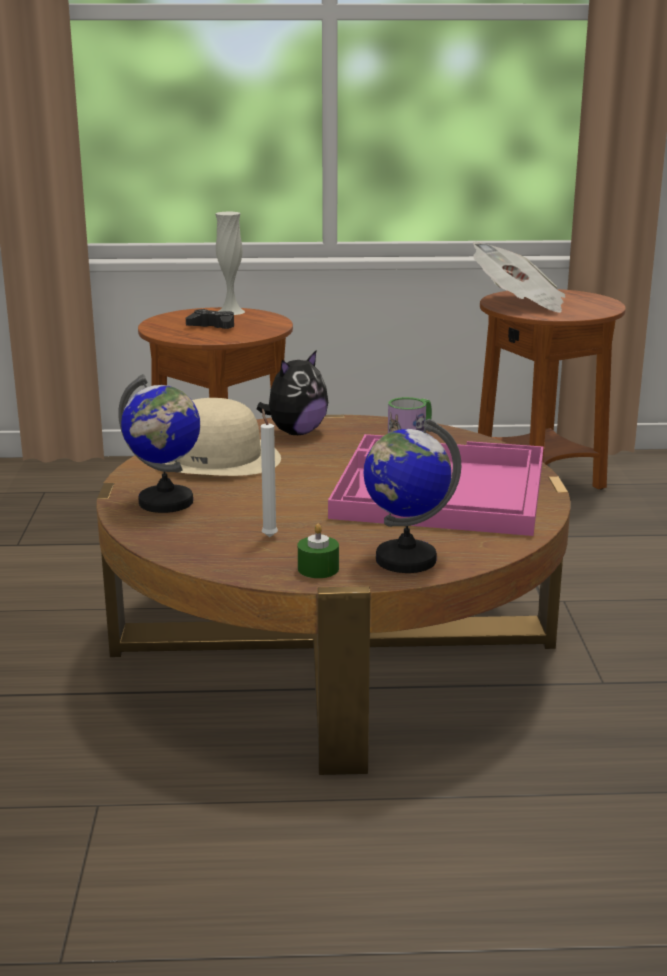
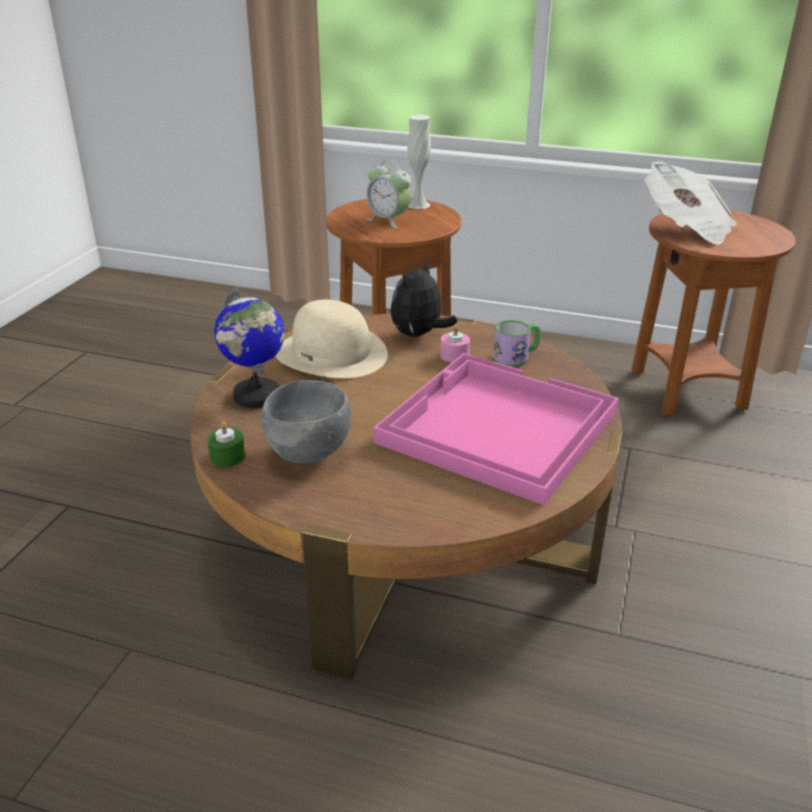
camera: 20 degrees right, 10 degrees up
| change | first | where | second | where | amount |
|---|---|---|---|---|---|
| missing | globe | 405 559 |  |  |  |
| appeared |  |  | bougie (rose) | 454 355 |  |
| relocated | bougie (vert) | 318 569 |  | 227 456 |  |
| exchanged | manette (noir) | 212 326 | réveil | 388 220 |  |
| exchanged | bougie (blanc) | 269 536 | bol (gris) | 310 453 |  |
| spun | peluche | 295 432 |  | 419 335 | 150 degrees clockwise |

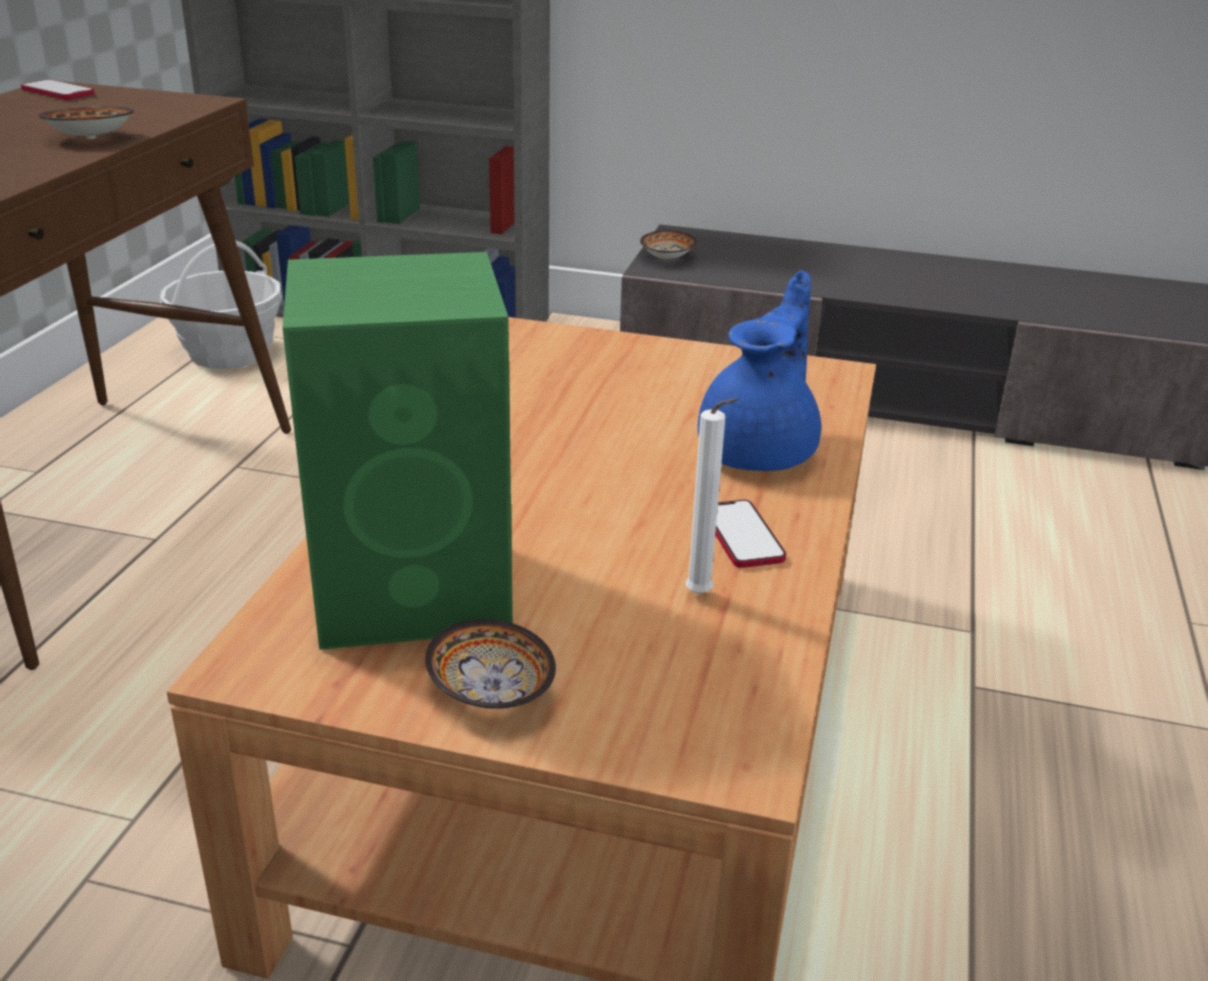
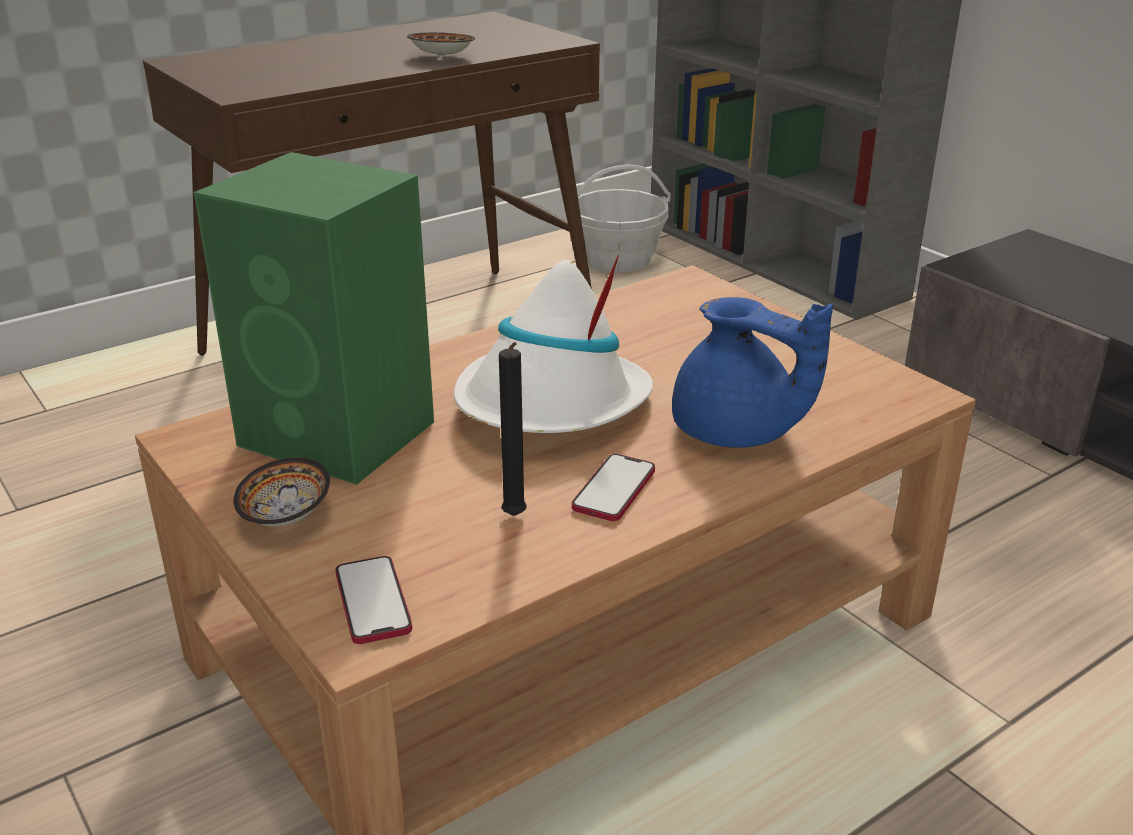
camera: 40 degrees right, 0 degrees up
| change | first | where | second | where | amount |
|---|---|---|---|---|---|
| missing | bol | 667 258 |  |  |  |
| appeared |  |  | chapeau (blanc) | 551 404 |  |
| relocated | téléphone | 58 92 |  | 373 602 |  |
| colour | bougie (blanc) | 702 596 | bougie (noir) | 515 518 |  |
| spun | théière (bleu) | 760 451 |  | 736 433 | 60 degrees clockwise |

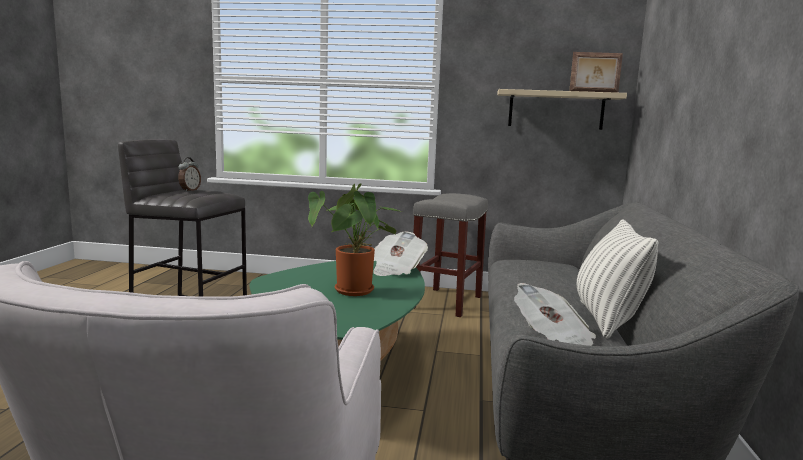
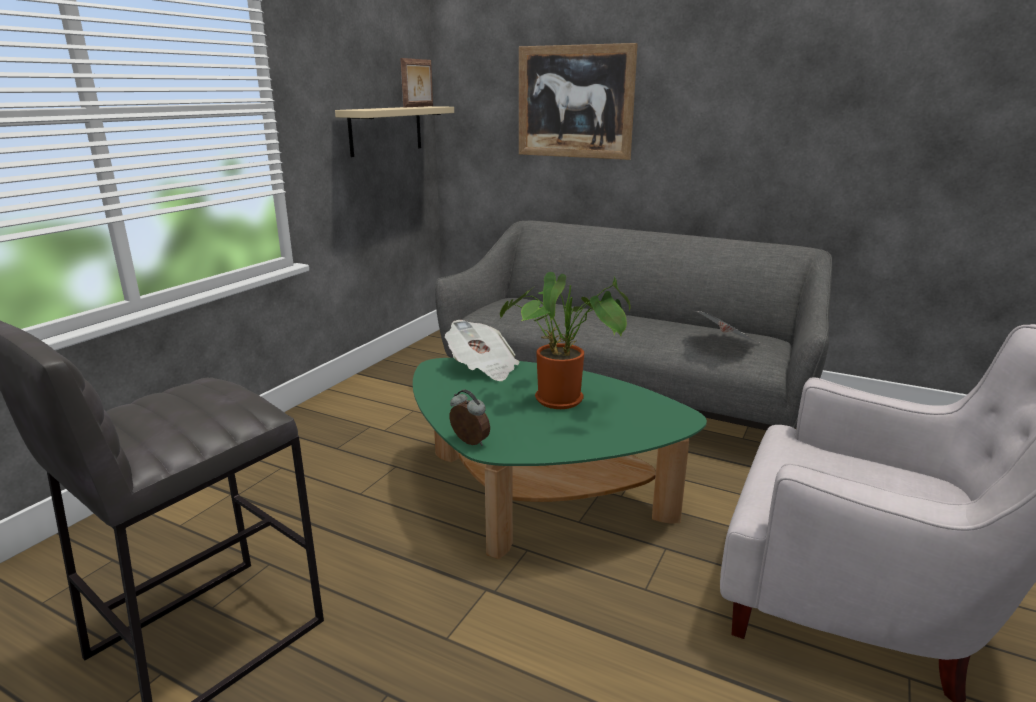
camera: 70 degrees left, 10 degrees up
| change | first | where | second | where | amount |
|---|---|---|---|---|---|
| missing | tabouret (gris) | 446 302 |  |  |  |
| missing | coussin | 607 320 |  |  |  |
| appeared |  |  | tableau | 575 102 |  |
| relocated | réveil | 189 190 |  | 469 443 |  |

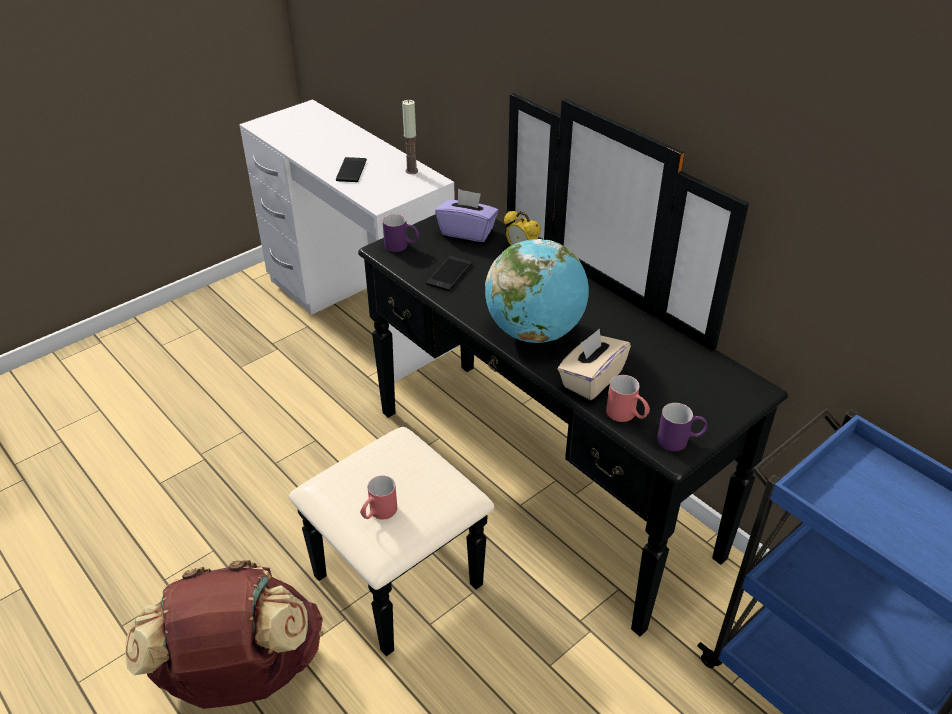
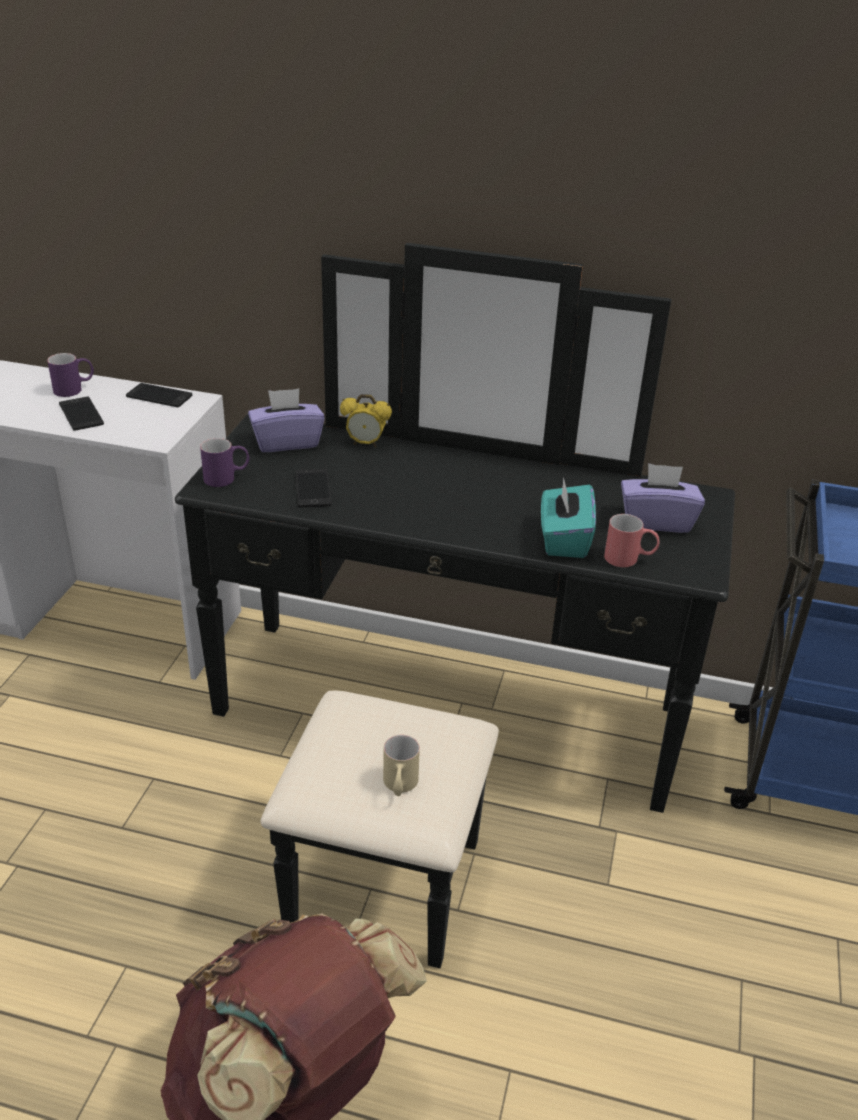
camera: 35 degrees left, 5 degrees down
| change | first | where | second | where | amount |
|---|---|---|---|---|---|
| missing | globe | 535 332 |  |  |  |
| appeared |  |  | boîte à mouchoirs (violet) | 656 521 |  |
| relocated | mug (violet) | 680 441 |  | 75 389 |  |
| exchanged | bougie | 411 171 | téléphone | 159 396 |  |
| colour | mug (rouge) | 378 513 | mug (beige) | 399 787 |  |
| colour | boîte à mouchoirs (beige) | 591 379 | boîte à mouchoirs (turquoise) | 564 539 |  |

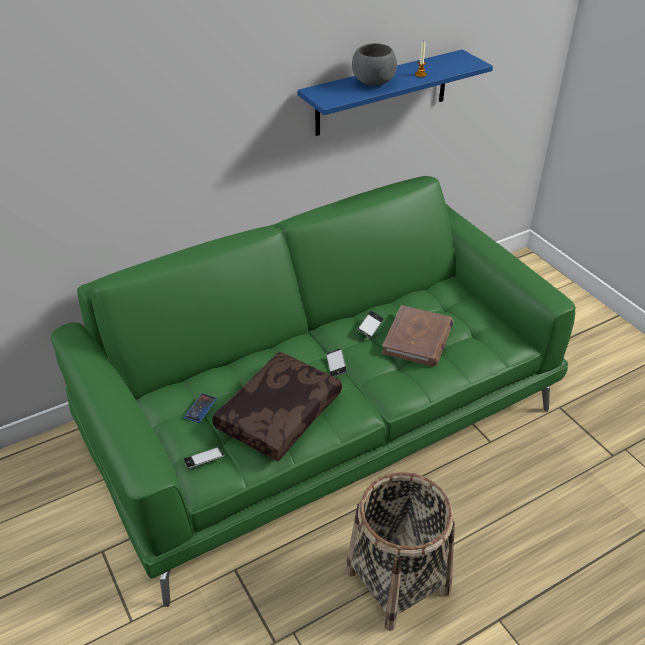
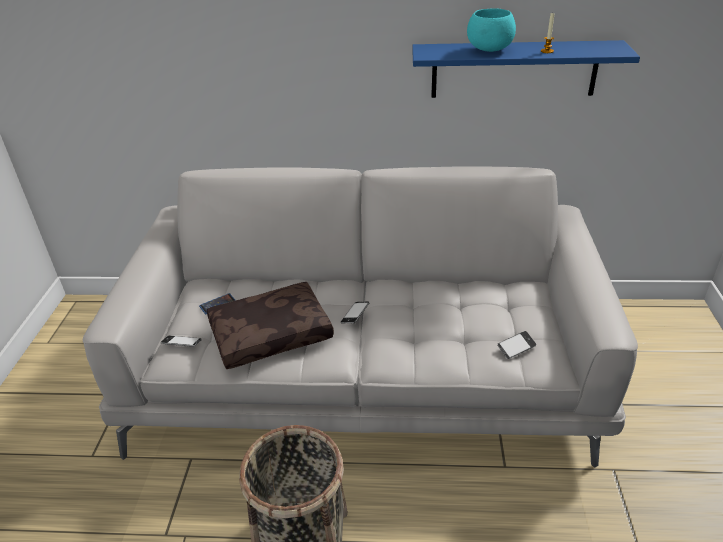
camera: 35 degrees right, 5 degrees down
| change | first | where | second | where | amount |
|---|---|---|---|---|---|
| missing | livre (marron) | 418 339 |  |  |  |
| relocated | téléphone | 370 326 |  | 516 347 |  |
| colour | canapé (vert) | 322 417 | canapé (gris) | 365 371 |  |
| colour | bol (gris) | 373 83 | bol (turquoise) | 489 50 |  |

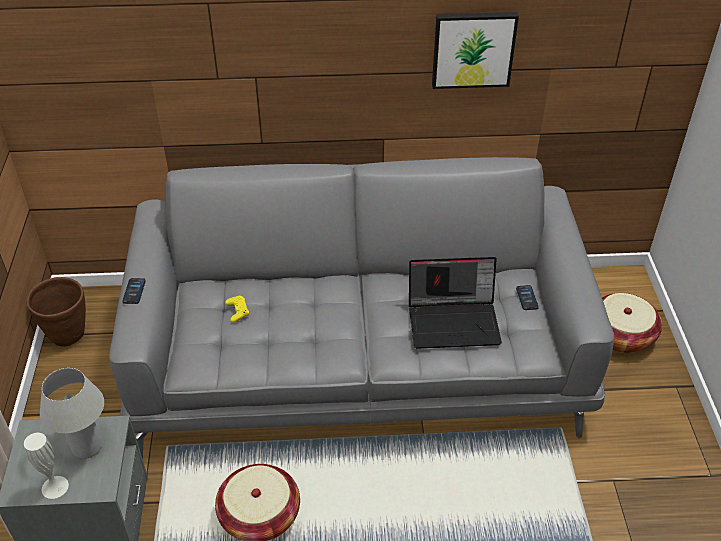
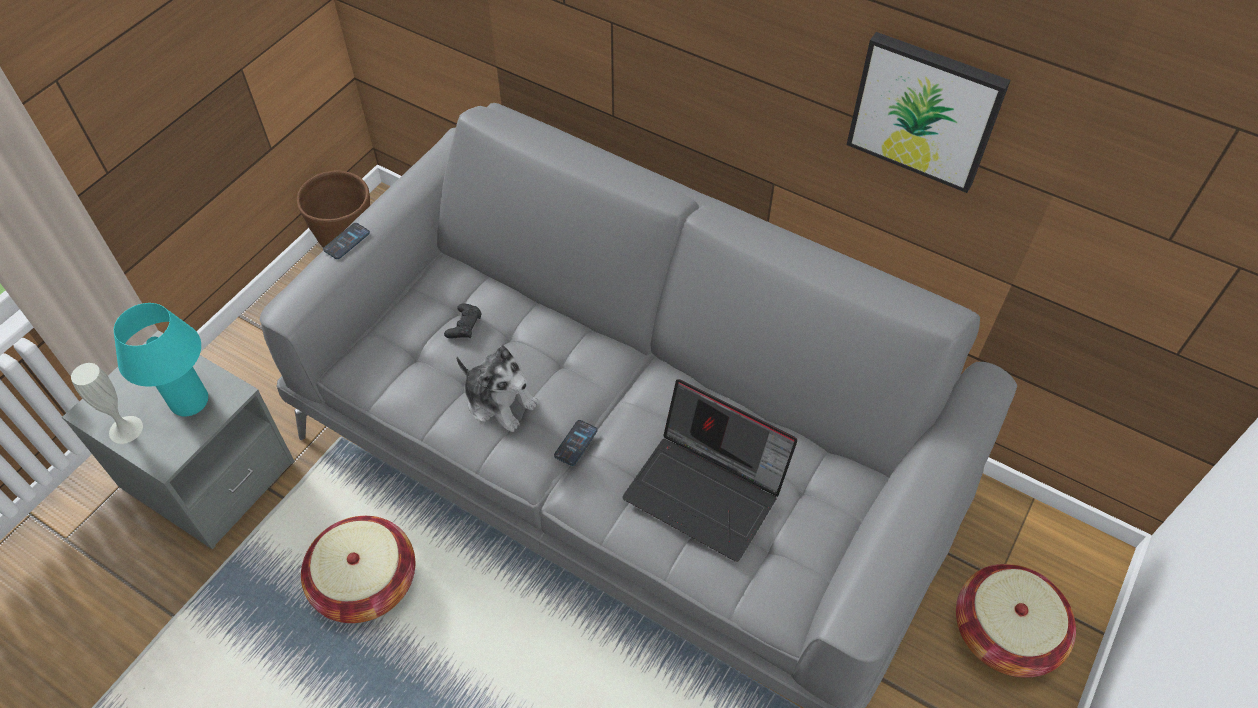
camera: 35 degrees right, 10 degrees up
| change | first | where | second | where | amount |
|---|---|---|---|---|---|
| appeared |  |  | peluche | 499 401 |  |
| relocated | téléphone | 527 298 |  | 576 443 |  |
| colour | lampe de table (blanc) | 87 447 | lampe de table (turquoise) | 189 401 |  |
| colour | manette (jaune) | 237 311 | manette (noir) | 464 325 |  |

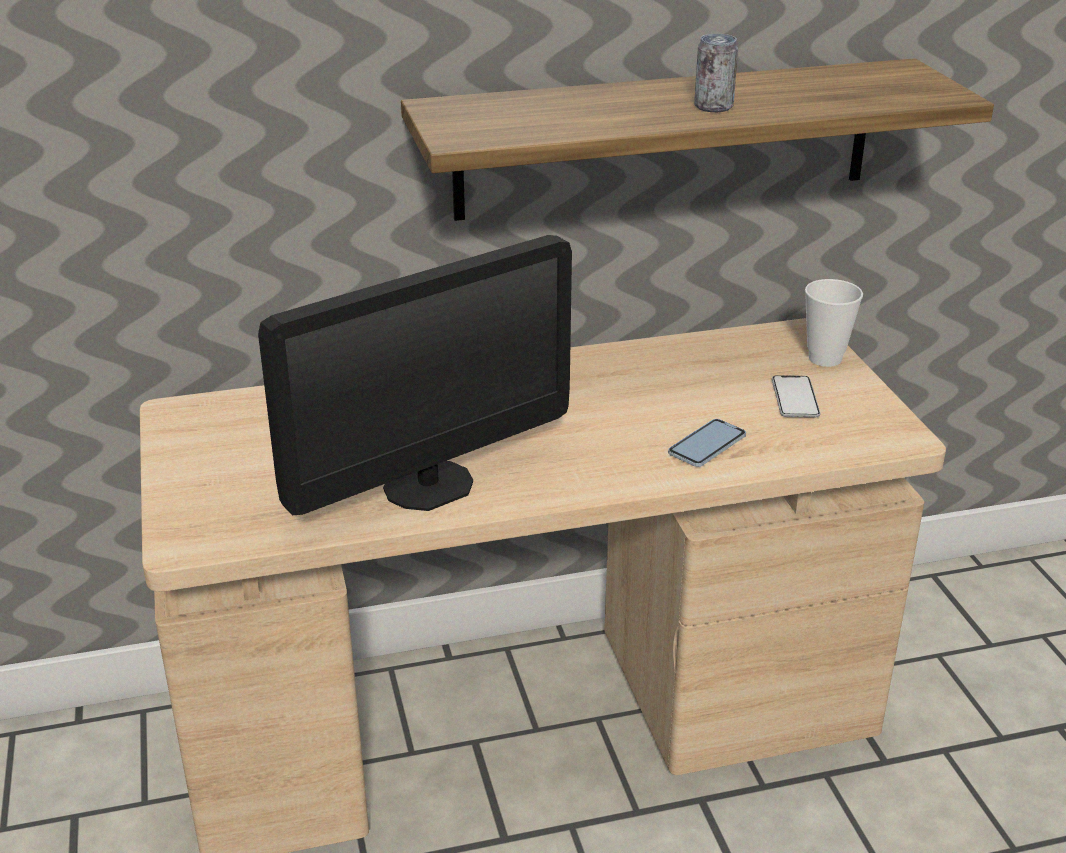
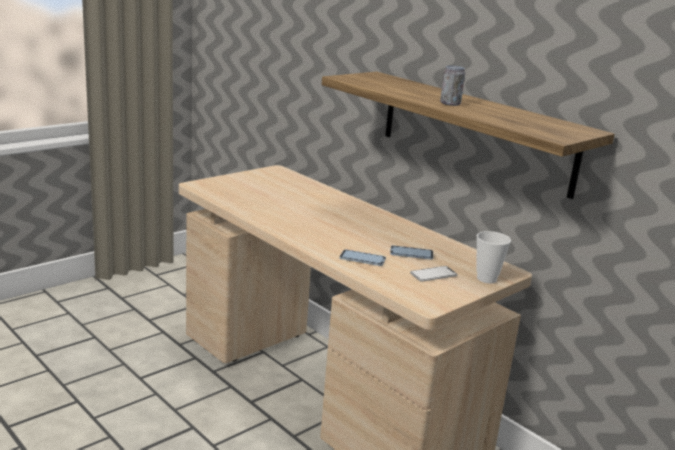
camera: 60 degrees right, 10 degrees down
| change | first | where | second | where | amount |
|---|---|---|---|---|---|
| missing | écran d'ordinateur | 428 485 |  |  |  |
| appeared |  |  | téléphone | 411 254 |  |

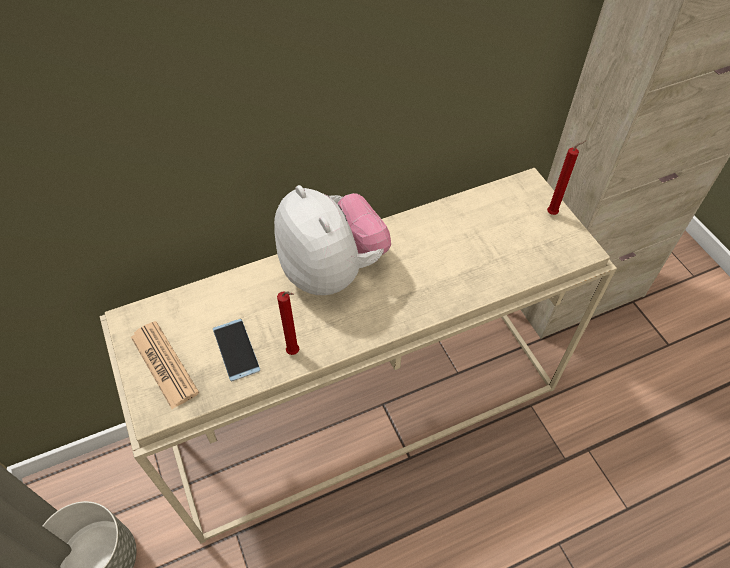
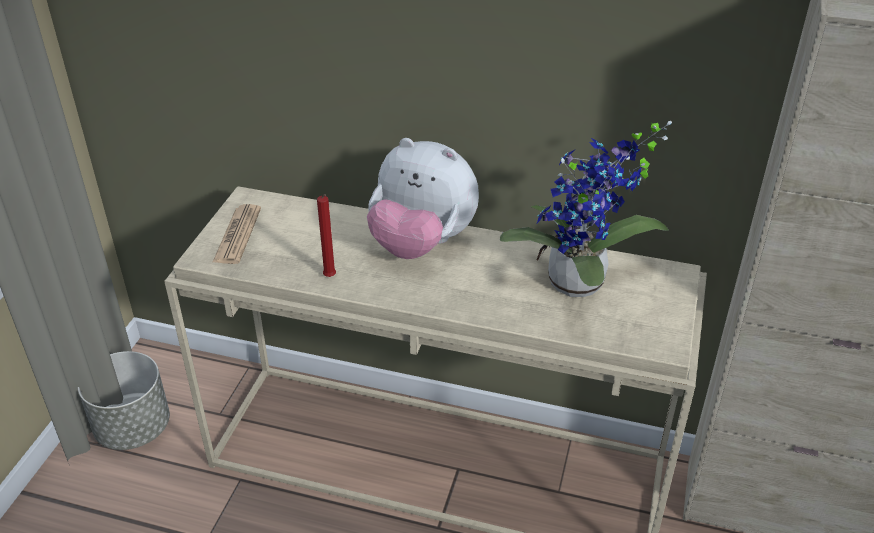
camera: 40 degrees right, 15 degrees down
| change | first | where | second | where | amount |
|---|---|---|---|---|---|
| missing | téléphone | 236 349 |  |  |  |
| missing | bougie (rouge) | 553 213 |  |  |  |
| appeared |  |  | plante en pot | 579 287 |  |
| spun | peluche | 332 270 |  | 421 244 | 105 degrees clockwise |

